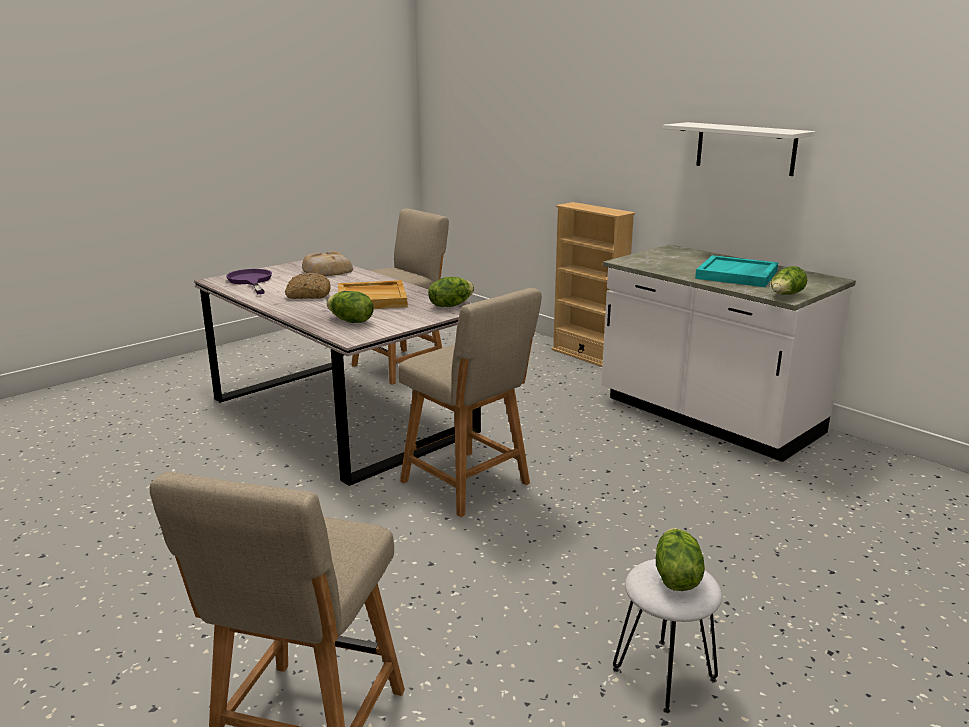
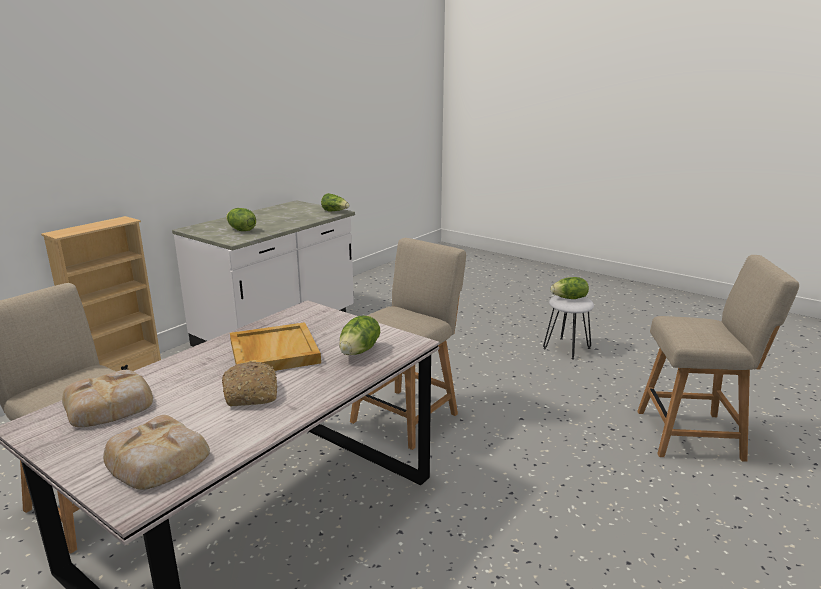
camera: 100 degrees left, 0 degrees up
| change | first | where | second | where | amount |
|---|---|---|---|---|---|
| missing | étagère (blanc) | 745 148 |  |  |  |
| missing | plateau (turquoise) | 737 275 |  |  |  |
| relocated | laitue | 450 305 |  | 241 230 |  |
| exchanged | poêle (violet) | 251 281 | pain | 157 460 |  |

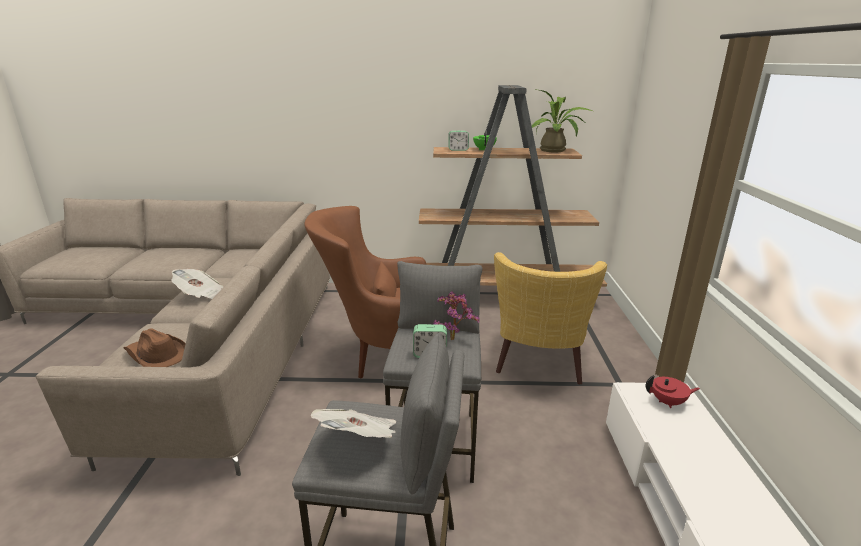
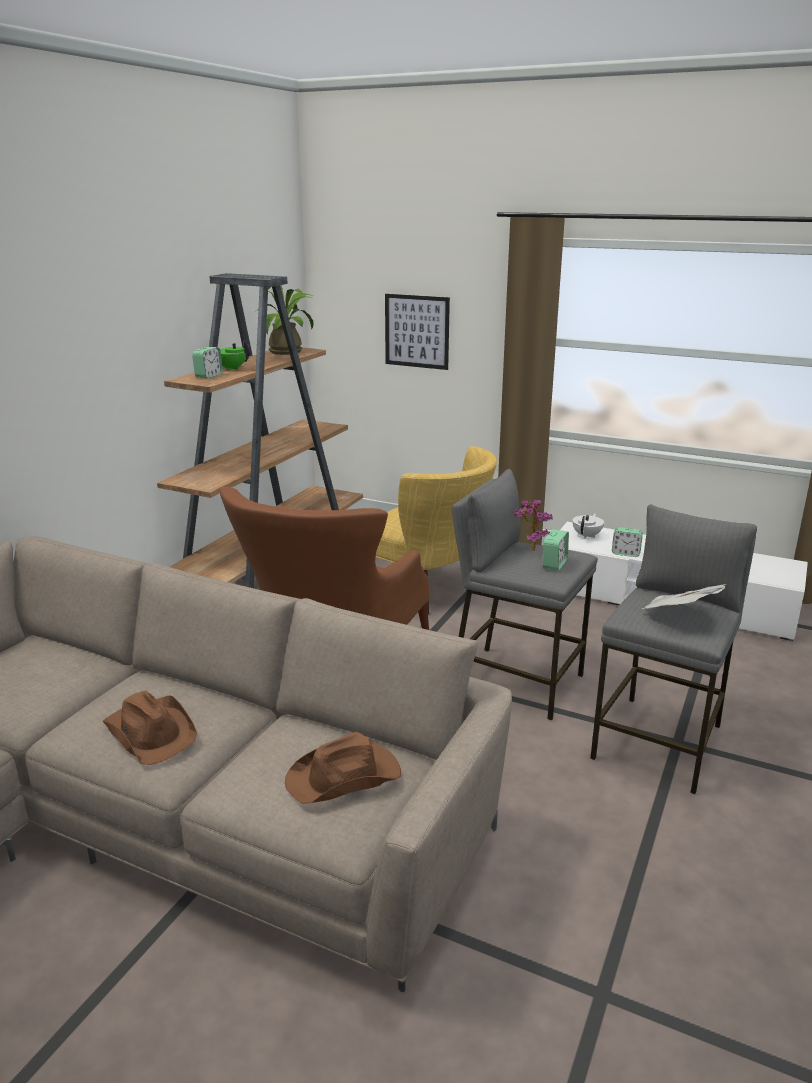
camera: 65 degrees left, 0 degrees up
| change | first | where | second | where | amount |
|---|---|---|---|---|---|
| appeared |  |  | tableau | 417 331 |  |
| appeared |  |  | réveil | 625 553 |  |
| exchanged | journal | 201 295 | chapeau (marron) | 151 731 |  |
| colour | théière (rouge) | 668 402 | théière (blanc) | 587 536 |  |

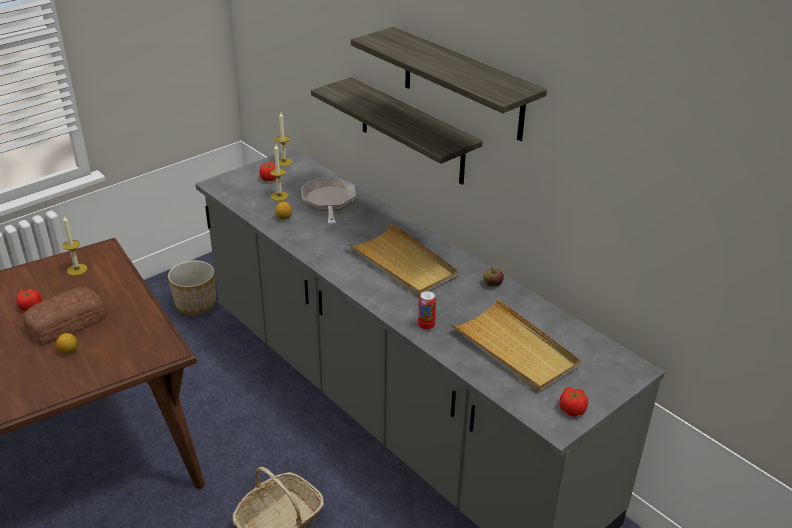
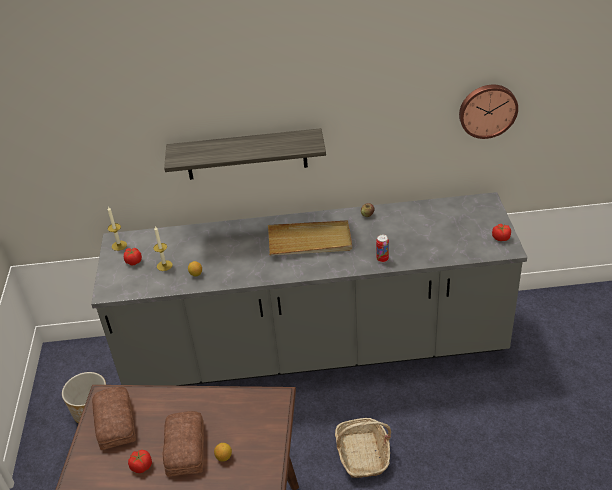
camera: 50 degrees left, 5 degrees up
| change | first | where | second | where | amount |
|---|---|---|---|---|---|
| missing | poêle | 329 202 |  |  |  |
| missing | étagère | 462 84 |  |  |  |
| missing | plateau (beige) | 514 349 |  |  |  |
| appeared |  |  | horloge murale | 487 110 |  |
| exchanged | bougie | 77 269 | pain | 116 421 |  |

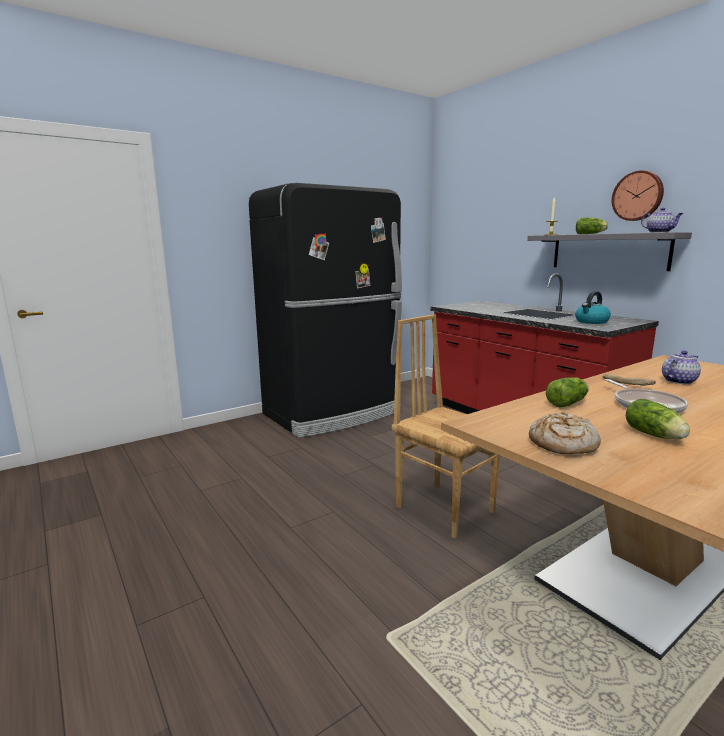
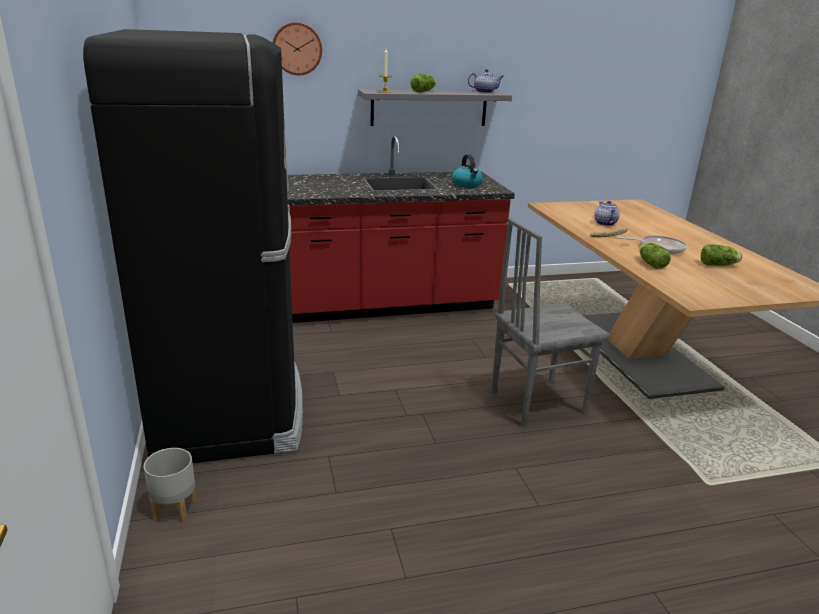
camera: 70 degrees left, 10 degrees up
| change | first | where | second | where | amount |
|---|---|---|---|---|---|
| missing | pain | 562 444 |  |  |  |
| appeared |  |  | cache-pot (gris) | 174 509 |  |
| relocated | horloge murale | 638 196 |  | 297 48 |  |
| colour | chaise (marron) | 445 508 | chaise (gris) | 536 401 |  |

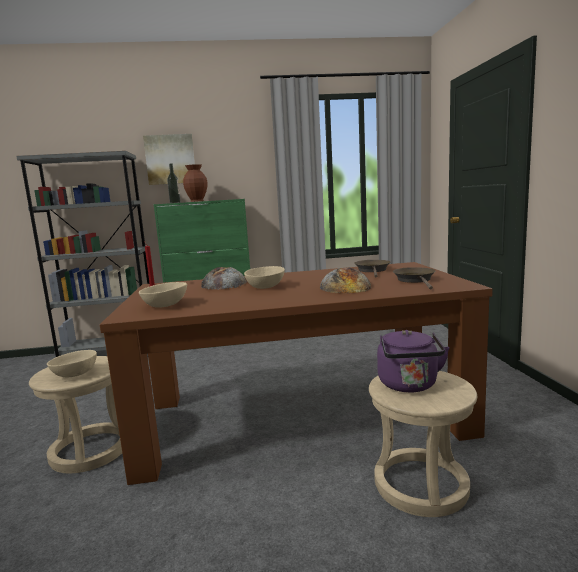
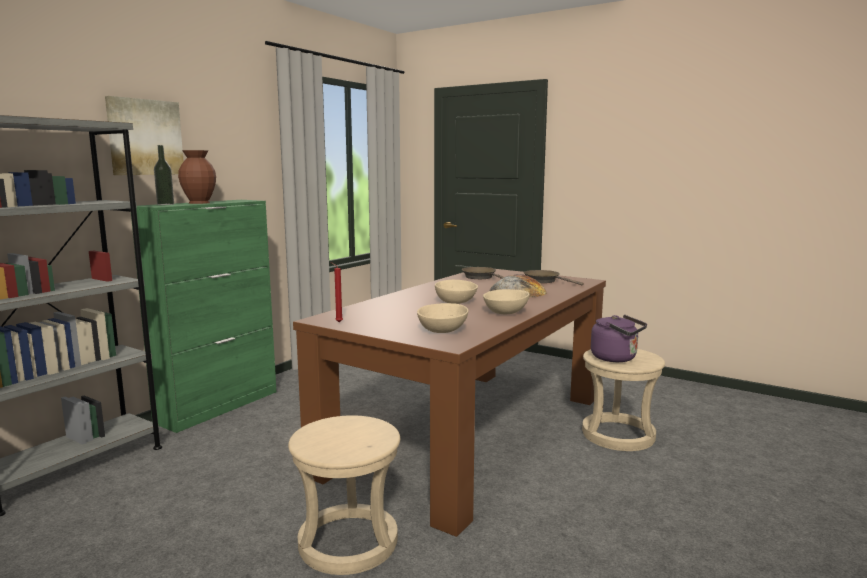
camera: 50 degrees left, 0 degrees up
| change | first | where | second | where | amount |
|---|---|---|---|---|---|
| missing | pain | 223 283 |  |  |  |
| relocated | bol (beige) | 76 374 |  | 506 312 |  |

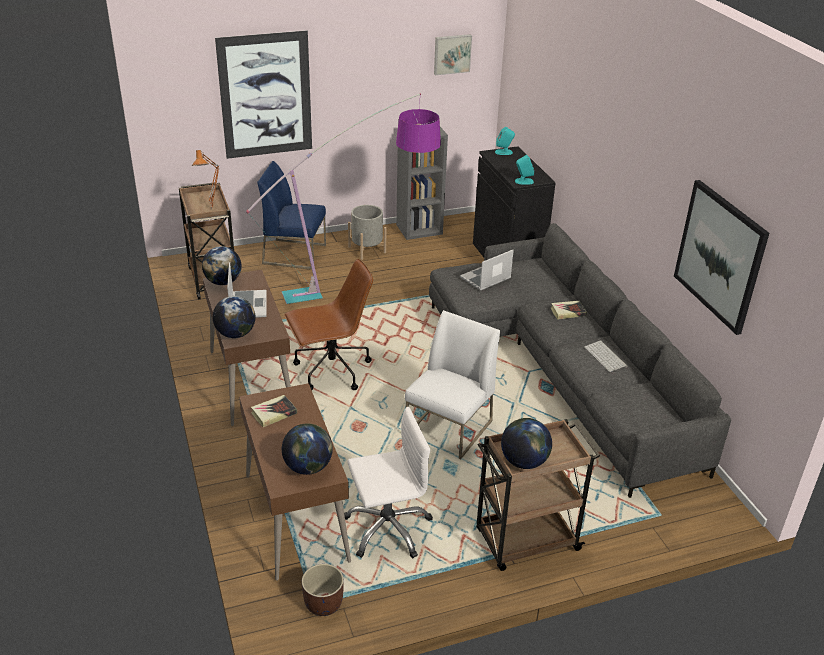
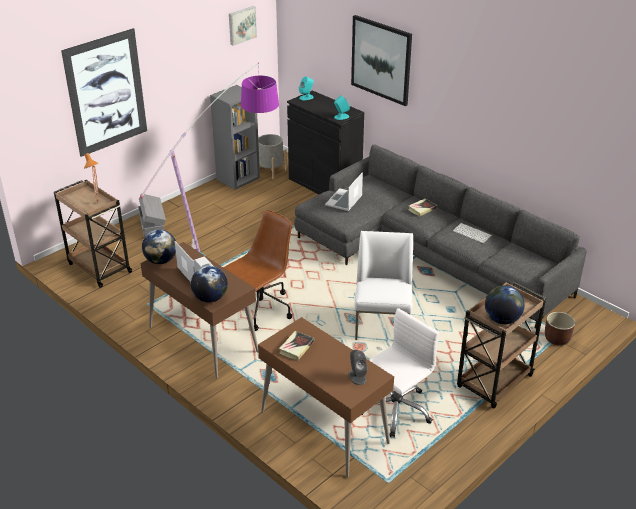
camera: 25 degrees left, 0 degrees up
| change | first | where | second | where | amount |
|---|---|---|---|---|---|
| relocated | cache-pot (marron) | 323 604 |  | 556 339 |  |
| relocated | cache-pot (gris) | 367 249 |  | 270 171 |  |
| relocated | tableau | 720 256 |  | 381 60 |  |
| exchanged | chaise (bleu) | 295 254 | boîte de rangement (gris) | 152 226 |  |
| exchanged | globe | 308 467 | enceinte (gris) | 357 377 |  |

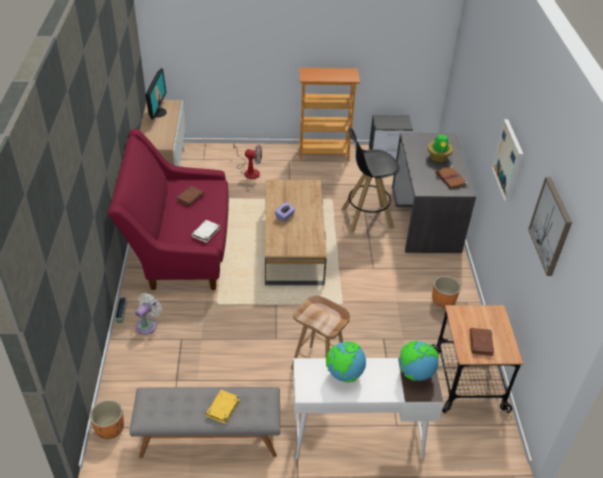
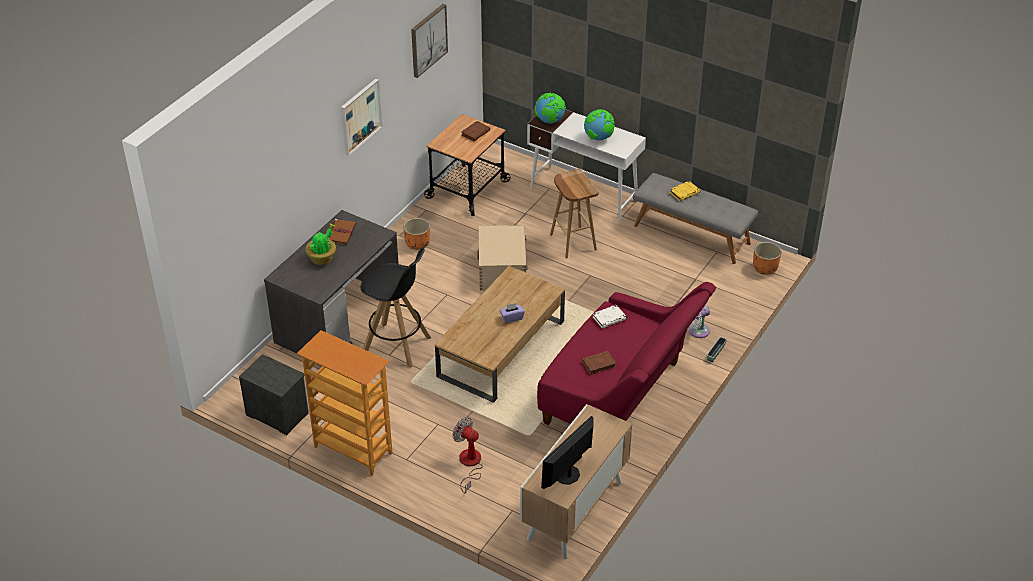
camera: 145 degrees left, 0 degrees up
| change | first | where | second | where | amount |
|---|---|---|---|---|---|
| appeared |  |  | boîte de rangement (beige) | 501 270 |  |

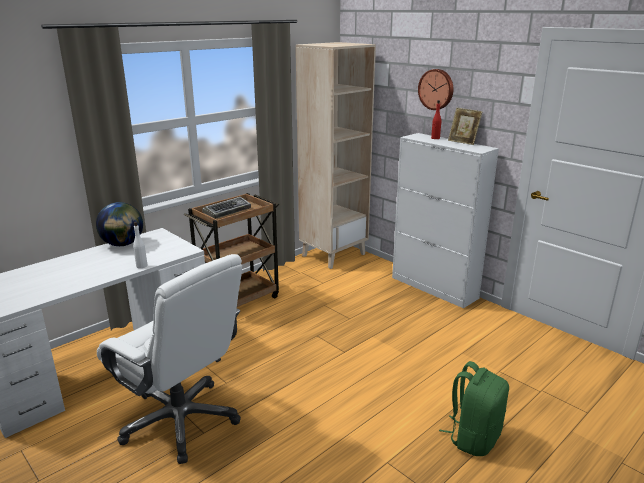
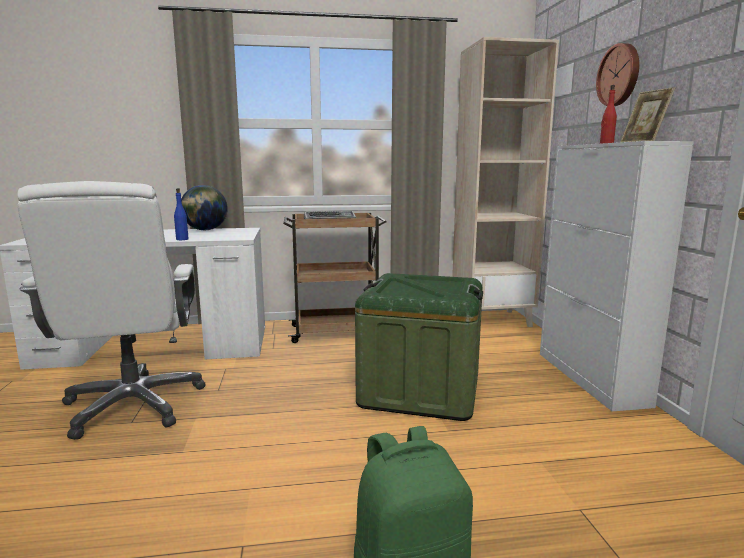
camera: 35 degrees right, 10 degrees down
| change | first | where | second | where | amount |
|---|---|---|---|---|---|
| appeared |  |  | boîte de rangement (vert) | 420 390 |  |
| colour | bouteille (blanc) | 141 266 | bouteille (bleu) | 182 239 |  |

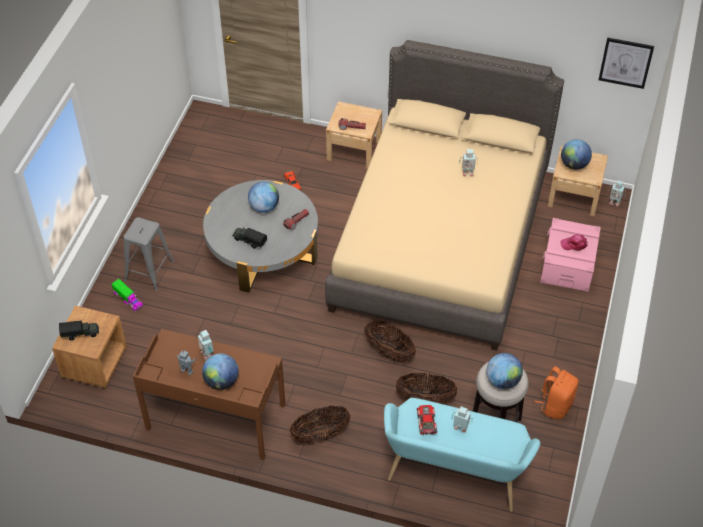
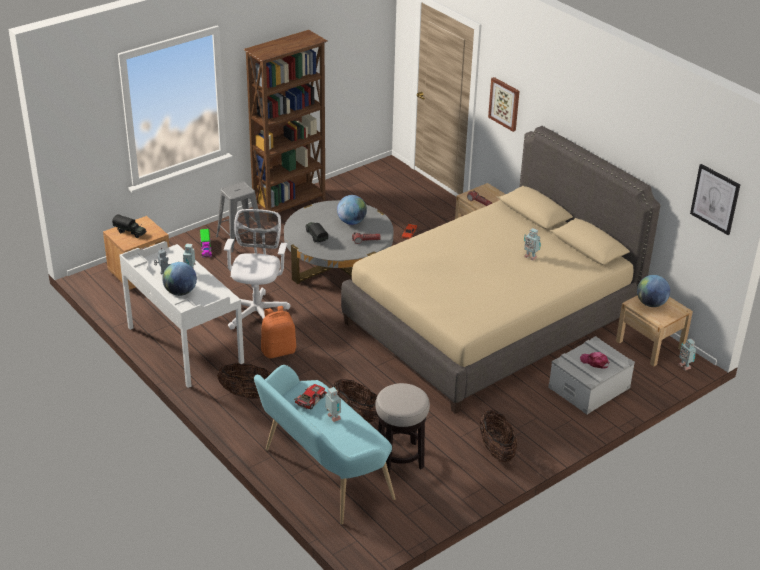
camera: 35 degrees right, 15 degrees down
| change | first | where | second | where | amount |
|---|---|---|---|---|---|
| missing | globe | 502 381 |  |  |  |
| appeared |  |  | chaise de bureau (blanc) | 257 311 |  |
| appeared |  |  | bibliothèque (marron) | 290 204 |  |
| appeared |  |  | tableau | 504 103 |  |
| relocated | panier | 389 351 |  | 496 450 |  |
| relocated | sac à dos (orange) | 555 405 |  | 278 351 |  |
| colour | bureau (marron) | 215 417 | bureau (blanc) | 184 345 |  |
| colour | boîte de rangement (rose) | 568 264 | boîte de rangement (gris) | 589 388 |  |

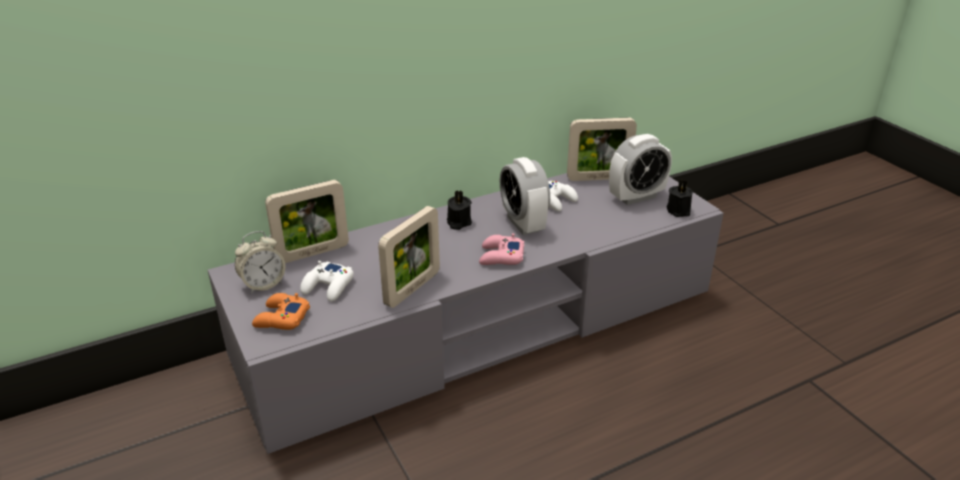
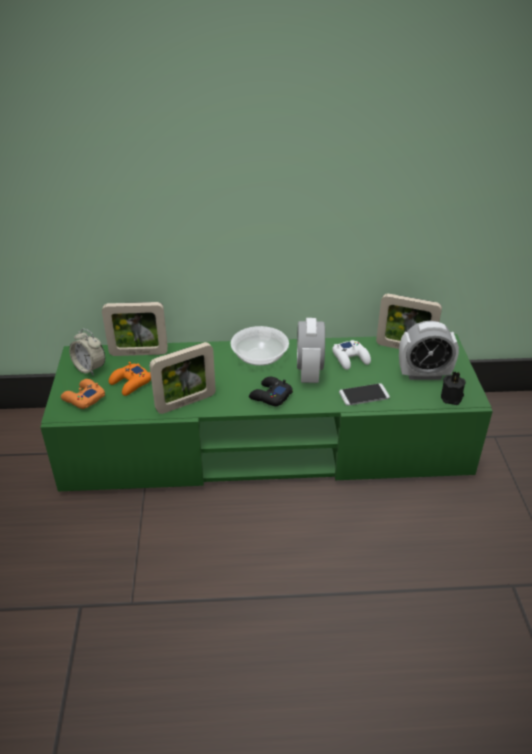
camera: 25 degrees right, 5 degrees up
| change | first | where | second | where | amount |
|---|---|---|---|---|---|
| appeared |  |  | téléphone | 364 395 |  |
| exchanged | bougie (noir) | 458 222 | bol | 259 357 |  |
| colour | meuble télé (gris) | 480 325 | meuble télé (vert) | 266 444 |  |
| colour | manette (blanc) | 328 286 | manette (orange) | 130 383 |  |
| colour | manette (rose) | 501 256 | manette (noir) | 270 396 |  |
| spun | réveil | 263 284 |  | 90 368 | 45 degrees clockwise |

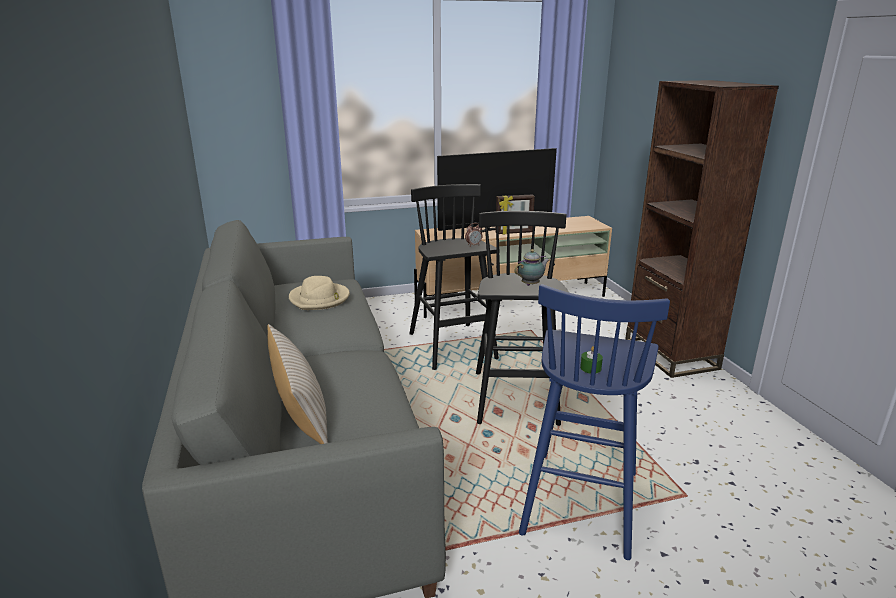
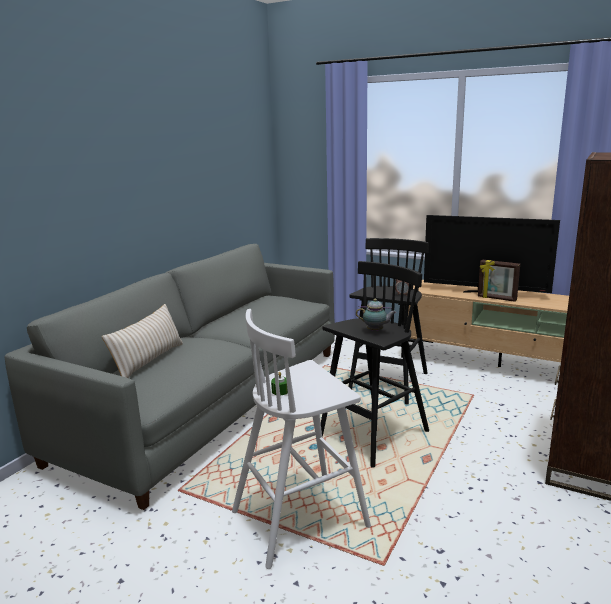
camera: 45 degrees right, 5 degrees down
| change | first | where | second | where | amount |
|---|---|---|---|---|---|
| missing | chapeau (beige) | 319 299 |  |  |  |
| colour | tabouret (bleu) | 581 500 | tabouret (blanc) | 302 518 |  |

